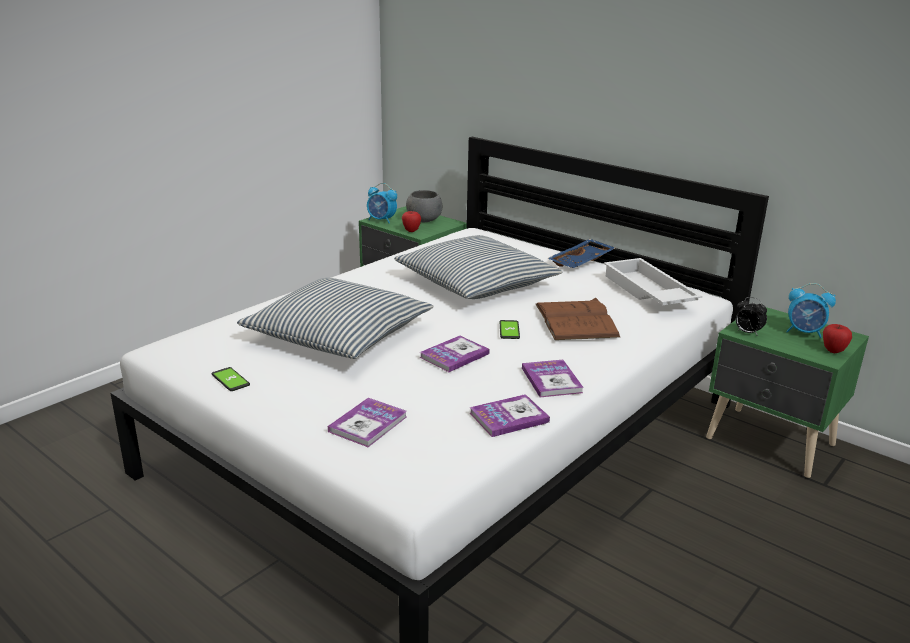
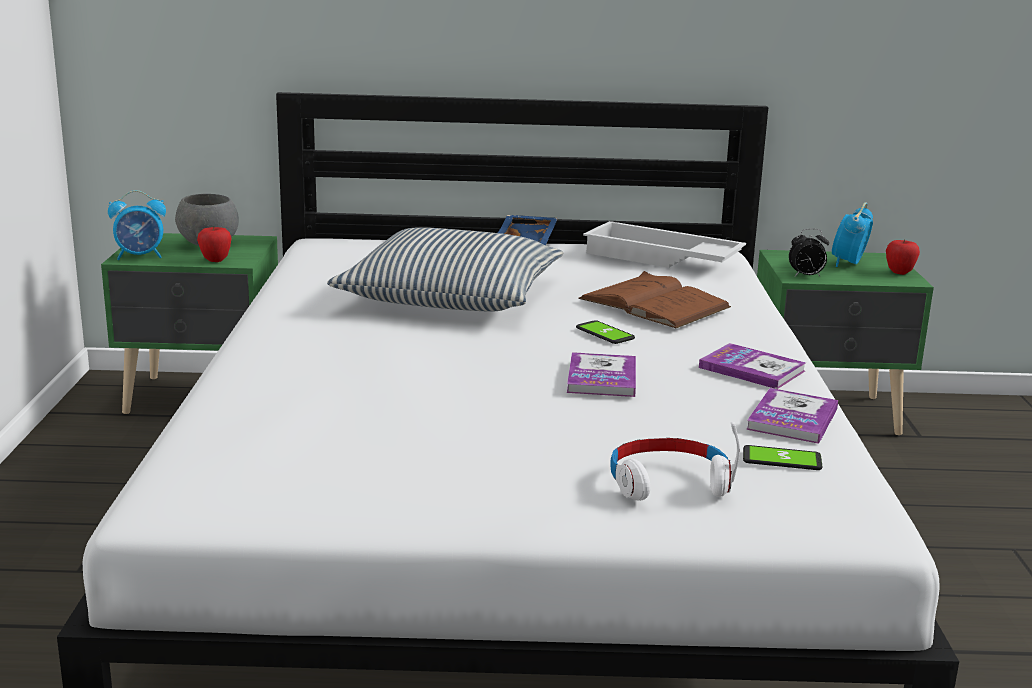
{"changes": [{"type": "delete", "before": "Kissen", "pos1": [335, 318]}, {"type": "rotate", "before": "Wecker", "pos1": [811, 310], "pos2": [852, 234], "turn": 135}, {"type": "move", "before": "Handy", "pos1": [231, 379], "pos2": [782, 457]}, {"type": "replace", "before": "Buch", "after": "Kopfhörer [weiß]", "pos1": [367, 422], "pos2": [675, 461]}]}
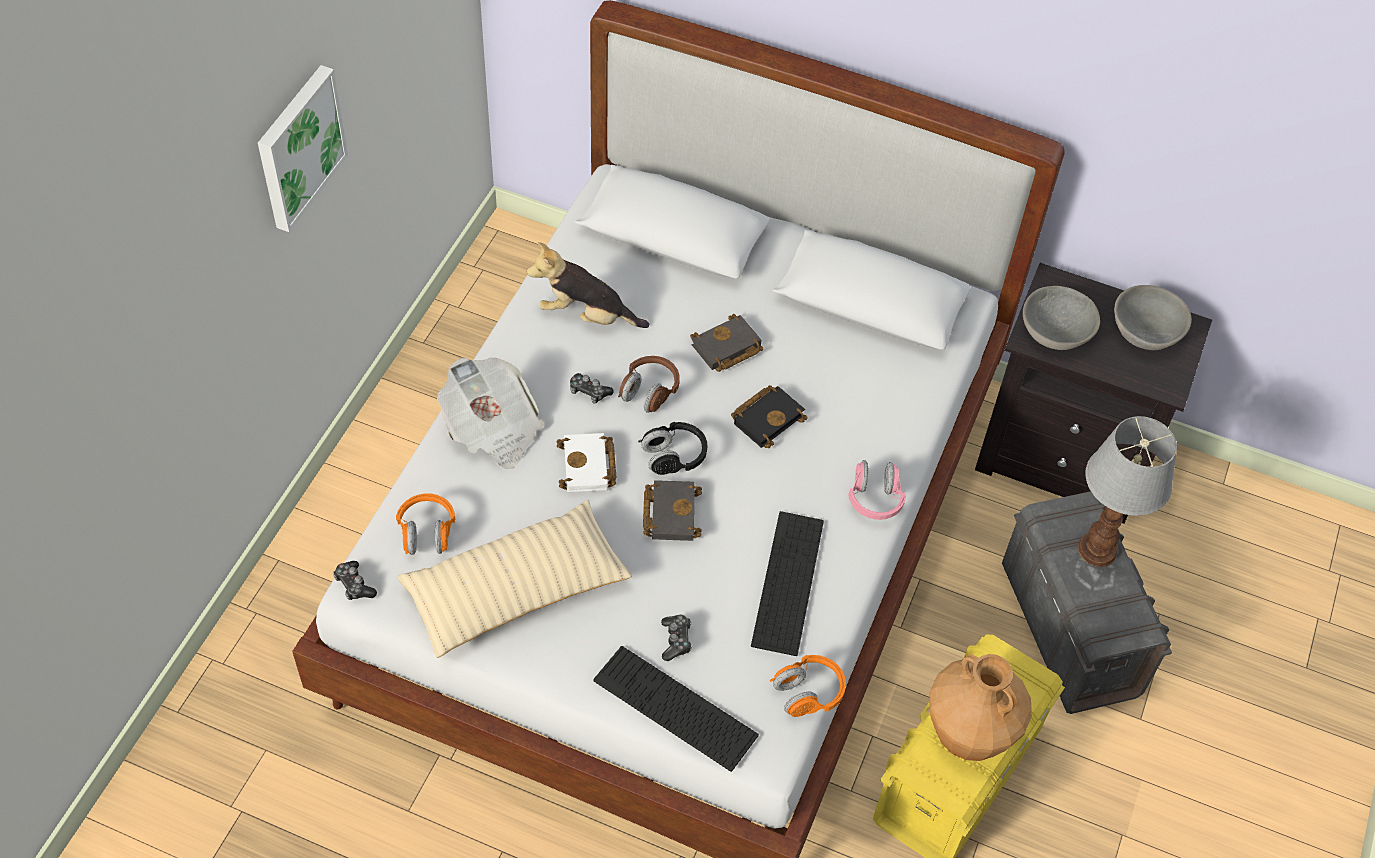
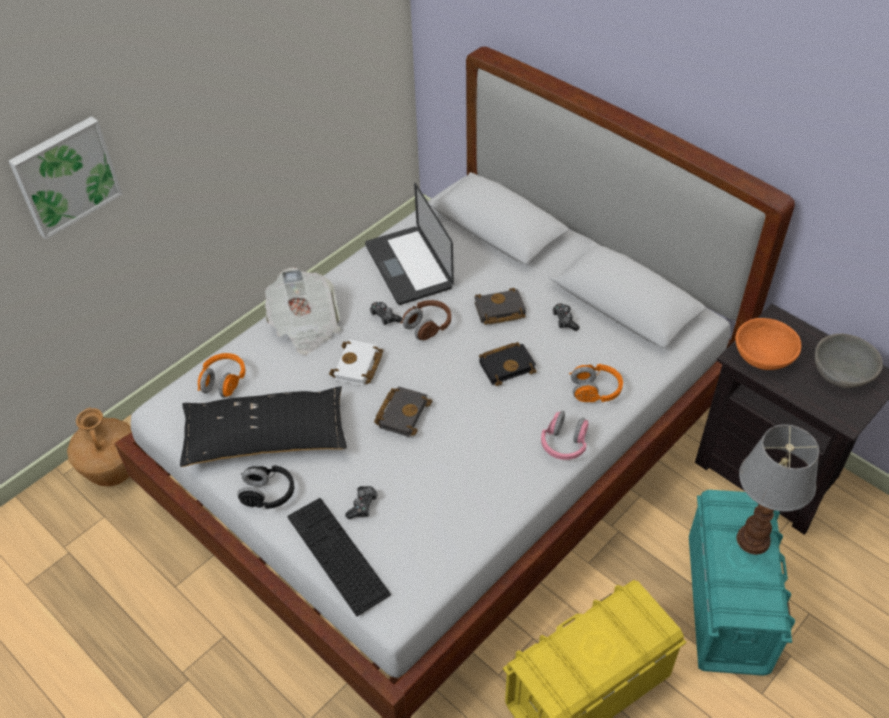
{"changes": [{"type": "move", "before": "Bild", "pos1": [303, 148], "pos2": [66, 177]}, {"type": "replace", "before": "Plüschtier", "after": "Laptop", "pos1": [588, 285], "pos2": [409, 244]}, {"type": "recolor", "before": "Schüssel [grau]", "after": "Schüssel [orange]", "pos1": [1061, 318], "pos2": [768, 344]}, {"type": "move", "before": "Kopfhörer [schwarz]", "pos1": [672, 448], "pos2": [265, 487]}, {"type": "recolor", "before": "Aufbewahrungsbox [grau]", "after": "Aufbewahrungsbox [türkis]", "pos1": [1087, 602], "pos2": [742, 583]}, {"type": "recolor", "before": "Kissen [beige]", "after": "Kissen [schwarz]", "pos1": [514, 579], "pos2": [263, 426]}, {"type": "delete", "before": "Tastatur", "pos1": [787, 583]}, {"type": "move", "before": "Gamepad", "pos1": [355, 580], "pos2": [565, 317]}, {"type": "move", "before": "Vase [braun]", "pos1": [980, 707], "pos2": [99, 447]}, {"type": "move", "before": "Kopfhörer [orange]", "pos1": [808, 686], "pos2": [596, 383]}]}
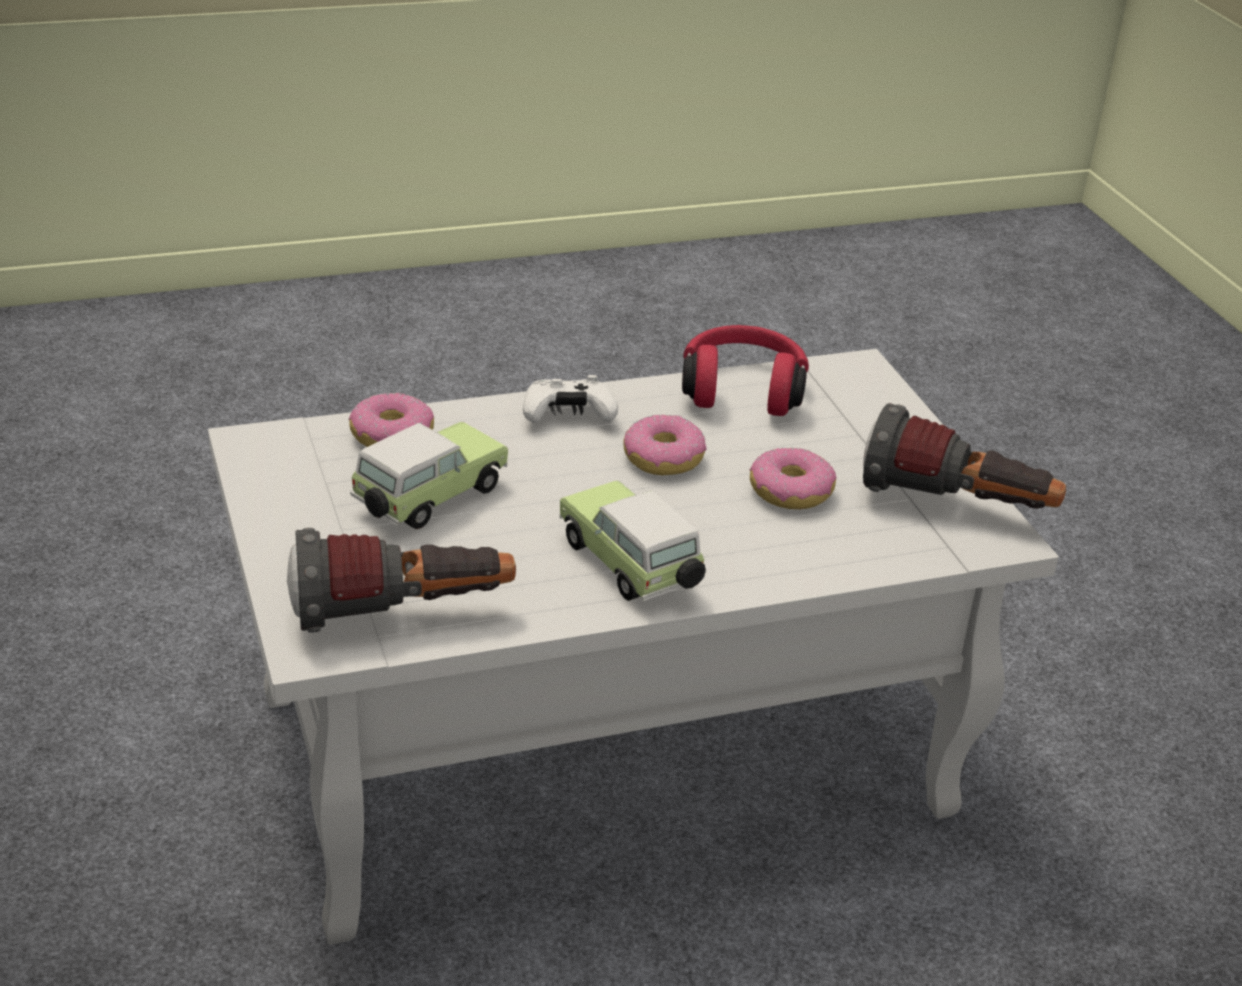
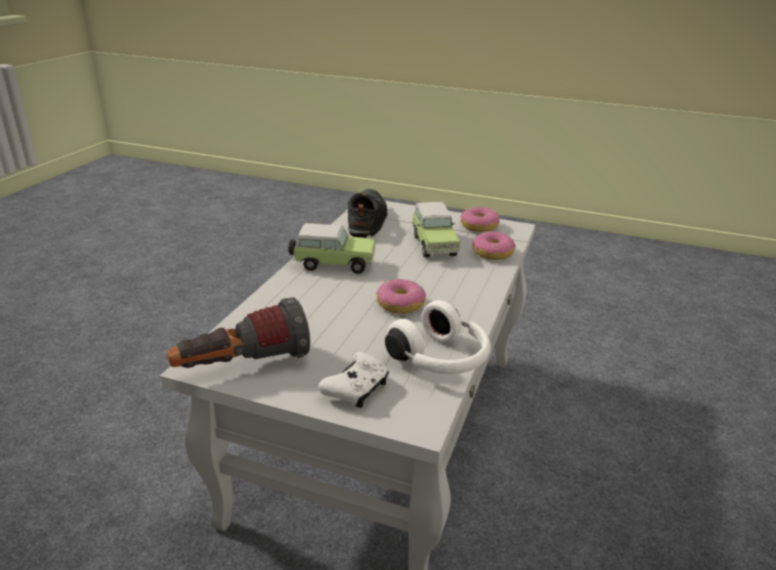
{"changes": [{"type": "recolor", "before": "Kopfhörer [rot]", "after": "Kopfhörer [weiß]", "pos1": [745, 370], "pos2": [438, 337]}, {"type": "move", "before": "Gamepad [weiß]", "pos1": [570, 399], "pos2": [353, 379]}, {"type": "move", "before": "Donut", "pos1": [793, 478], "pos2": [480, 219]}, {"type": "replace", "before": "Taschenlampe", "after": "Schuh [schwarz]", "pos1": [401, 580], "pos2": [367, 213]}]}
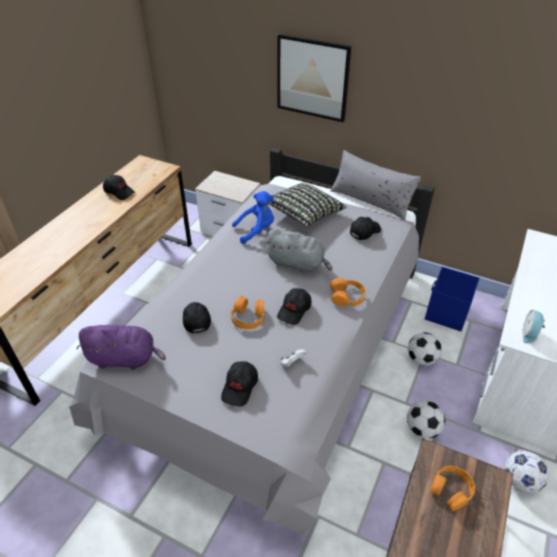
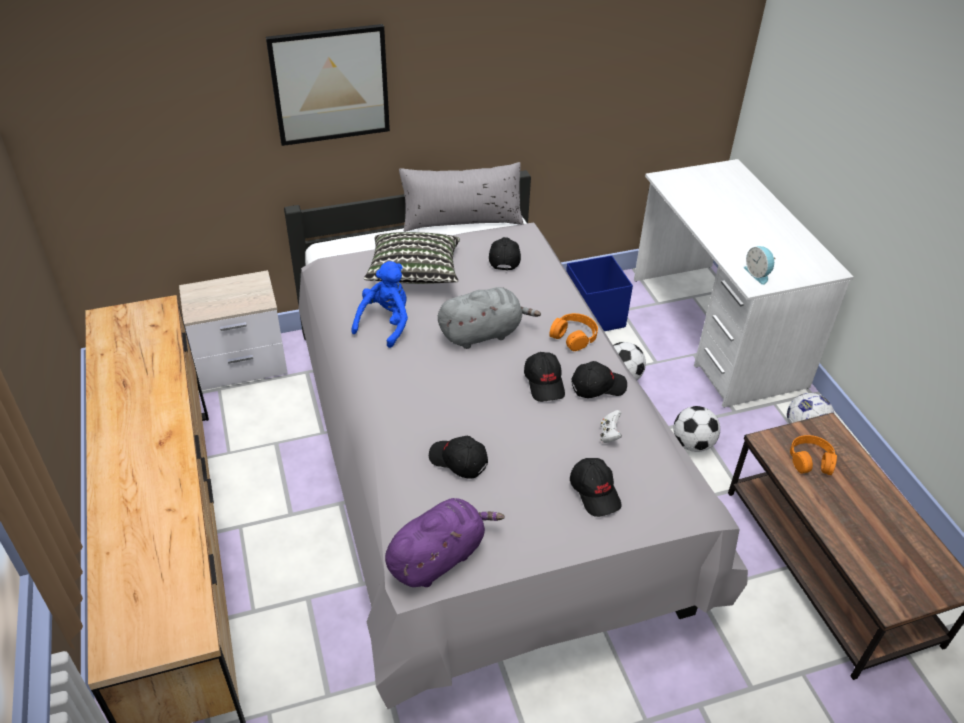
{"changes": [{"type": "move", "before": "Kappe [schwarz]", "pos1": [119, 187], "pos2": [599, 379]}, {"type": "delete", "before": "Kopfhörer [orange]", "pos1": [247, 312]}]}
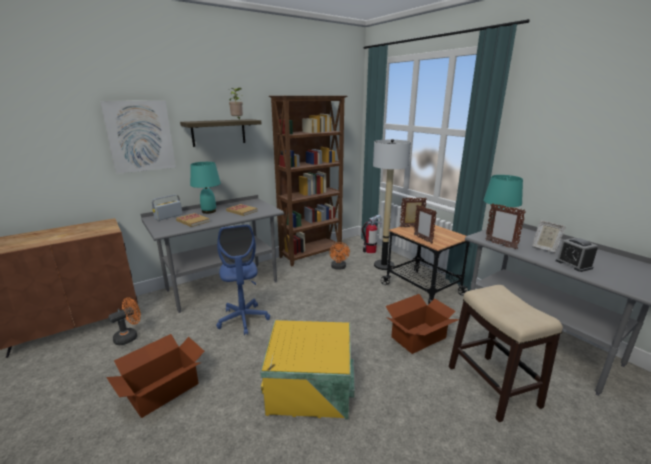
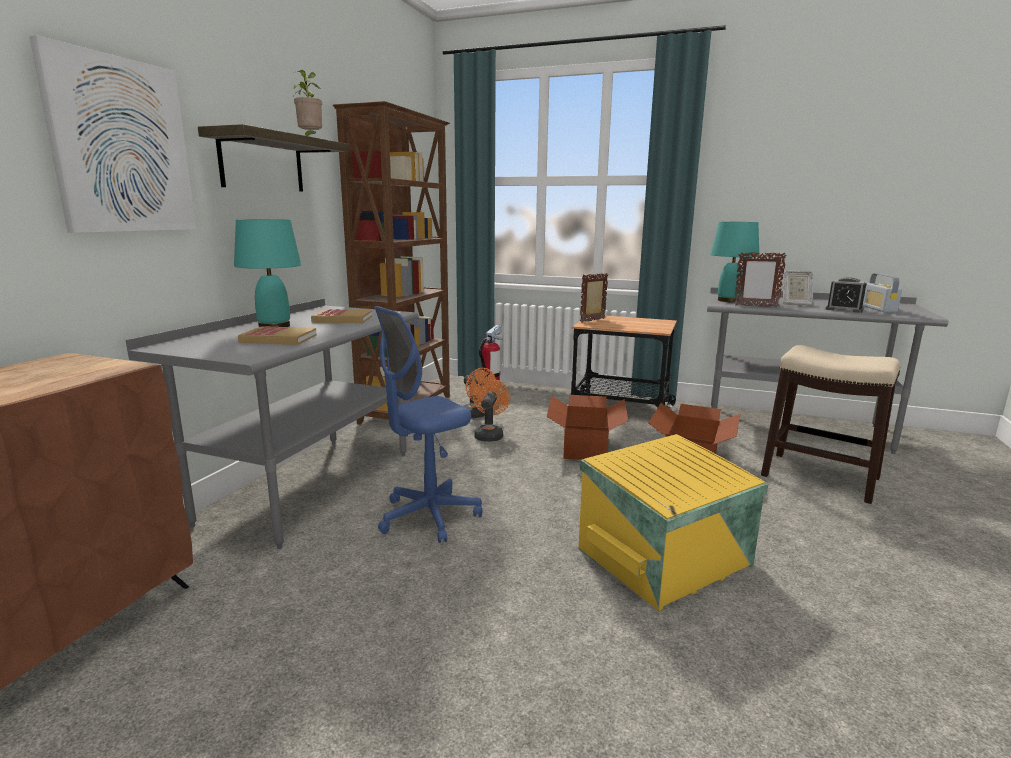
{"changes": [{"type": "delete", "before": "Stehlampe", "pos1": [392, 204]}, {"type": "move", "before": "Radio", "pos1": [167, 208], "pos2": [882, 293]}, {"type": "delete", "before": "Bilderrahmen", "pos1": [425, 224]}, {"type": "rotate", "before": "Bürostuhl [blau]", "pos1": [243, 279], "pos2": [428, 424], "turn": 105}, {"type": "move", "before": "Ventilator [orange]", "pos1": [125, 321], "pos2": [491, 410]}, {"type": "move", "before": "Karton", "pos1": [155, 376], "pos2": [587, 427]}]}
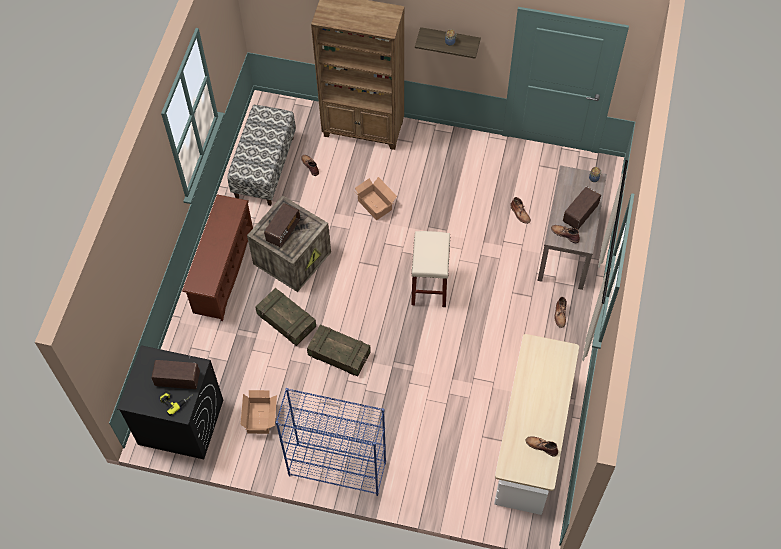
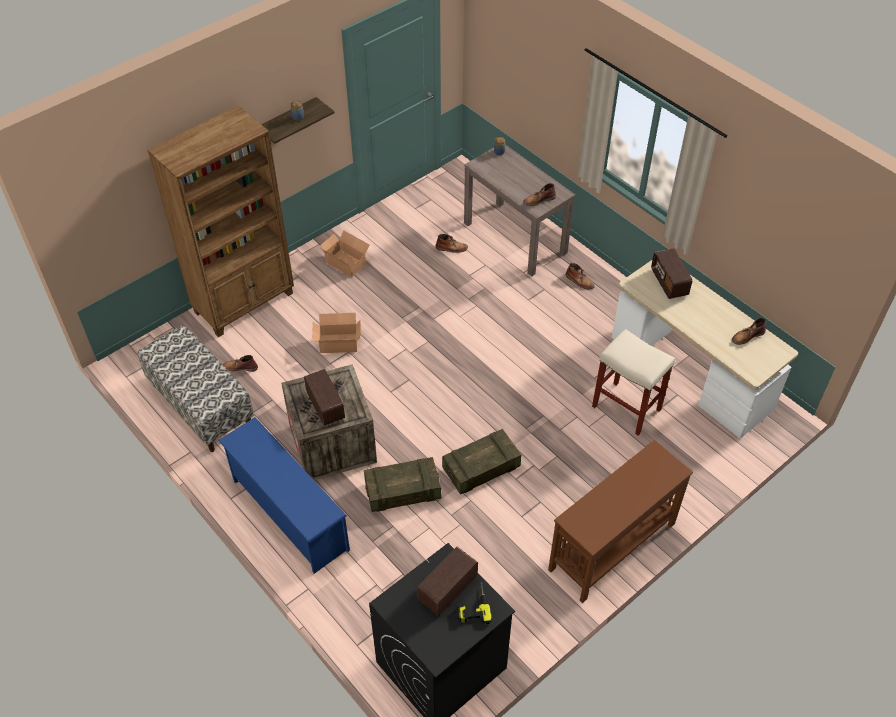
{"changes": [{"type": "move", "before": "Radio", "pos1": [582, 208], "pos2": [671, 273]}, {"type": "recolor", "before": "Schuhregal [braun]", "after": "Schuhregal [blau]", "pos1": [217, 257], "pos2": [284, 495]}, {"type": "move", "before": "Hocker [beige]", "pos1": [430, 269], "pos2": [633, 382]}, {"type": "replace", "before": "Bücherregal [blau]", "after": "Konsolentisch [braun]", "pos1": [330, 442], "pos2": [620, 521]}, {"type": "move", "before": "Karton", "pos1": [258, 412], "pos2": [345, 254]}]}
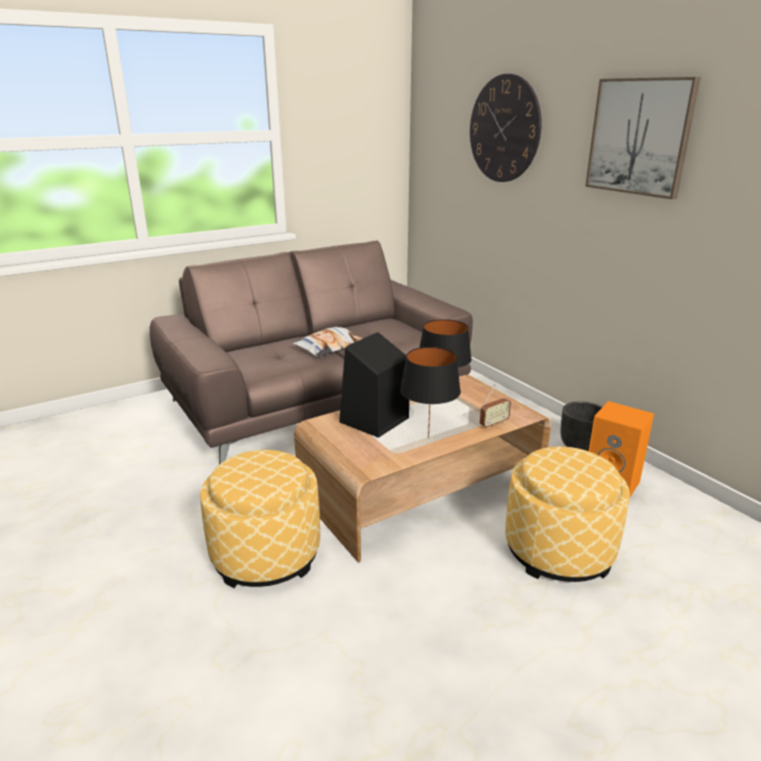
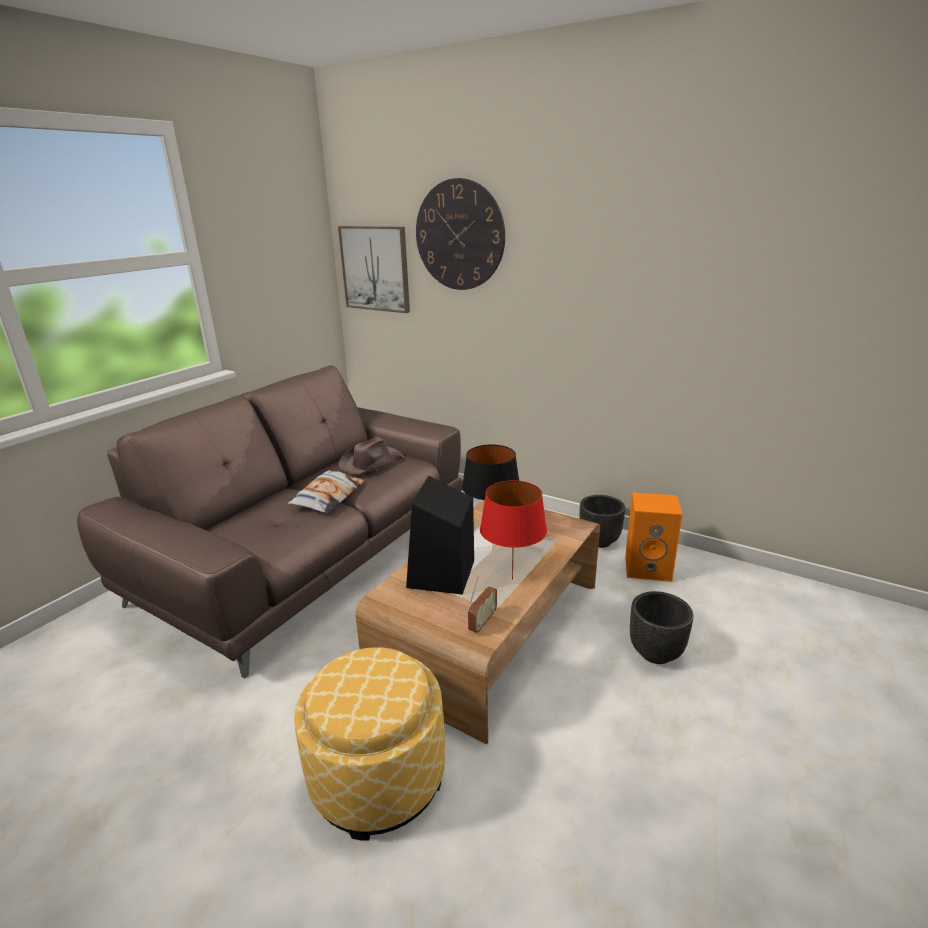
{"changes": [{"type": "move", "before": "Bild", "pos1": [643, 138], "pos2": [374, 269]}, {"type": "recolor", "before": "Tischlampe [schwarz]", "after": "Tischlampe [rot]", "pos1": [430, 392], "pos2": [513, 530]}, {"type": "move", "before": "Radio", "pos1": [495, 406], "pos2": [482, 604]}, {"type": "replace", "before": "Polsterhocker", "after": "Pflanzkübel [schwarz]", "pos1": [567, 514], "pos2": [661, 627]}, {"type": "insert", "after": "Hut [braun]", "pos2": [371, 455]}]}
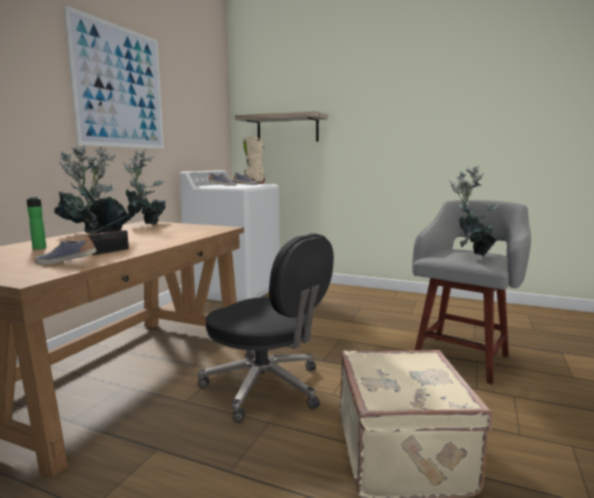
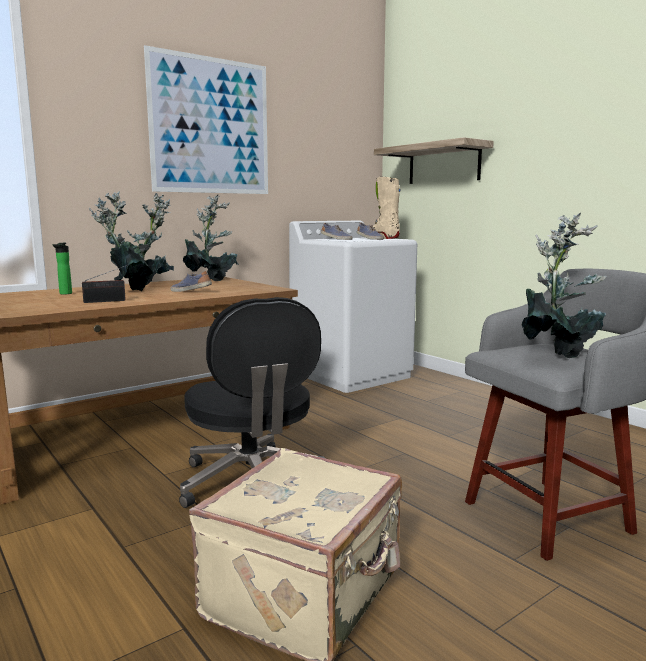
{"changes": [{"type": "move", "before": "Schuh", "pos1": [65, 251], "pos2": [191, 281]}]}
